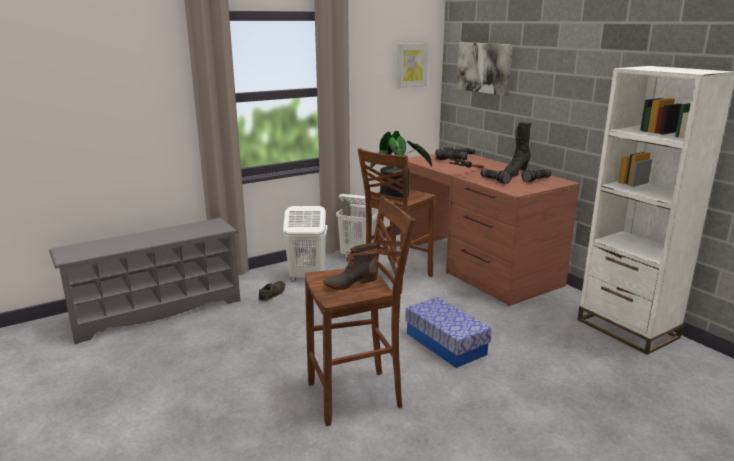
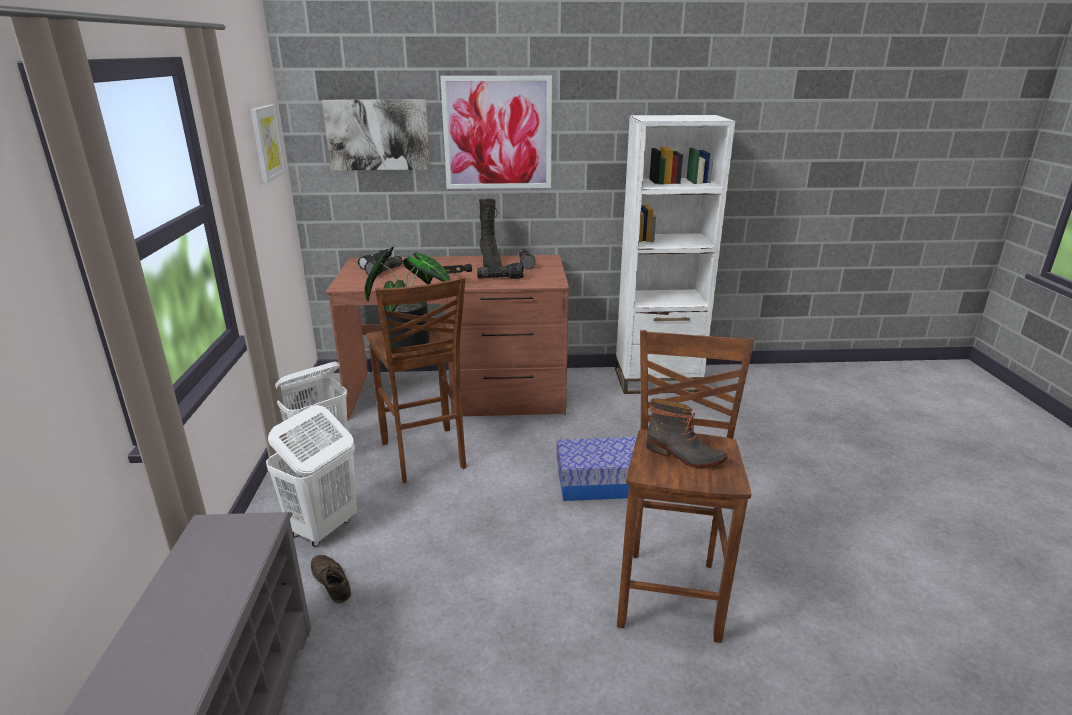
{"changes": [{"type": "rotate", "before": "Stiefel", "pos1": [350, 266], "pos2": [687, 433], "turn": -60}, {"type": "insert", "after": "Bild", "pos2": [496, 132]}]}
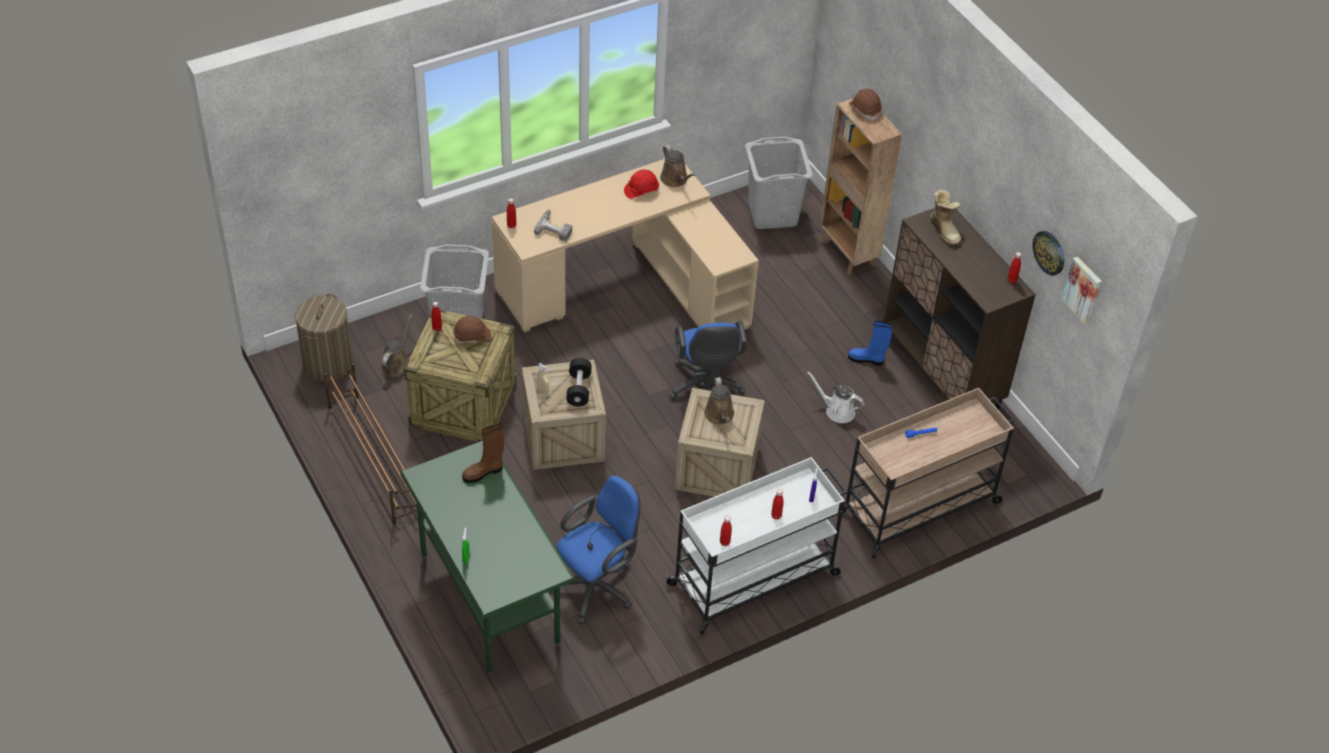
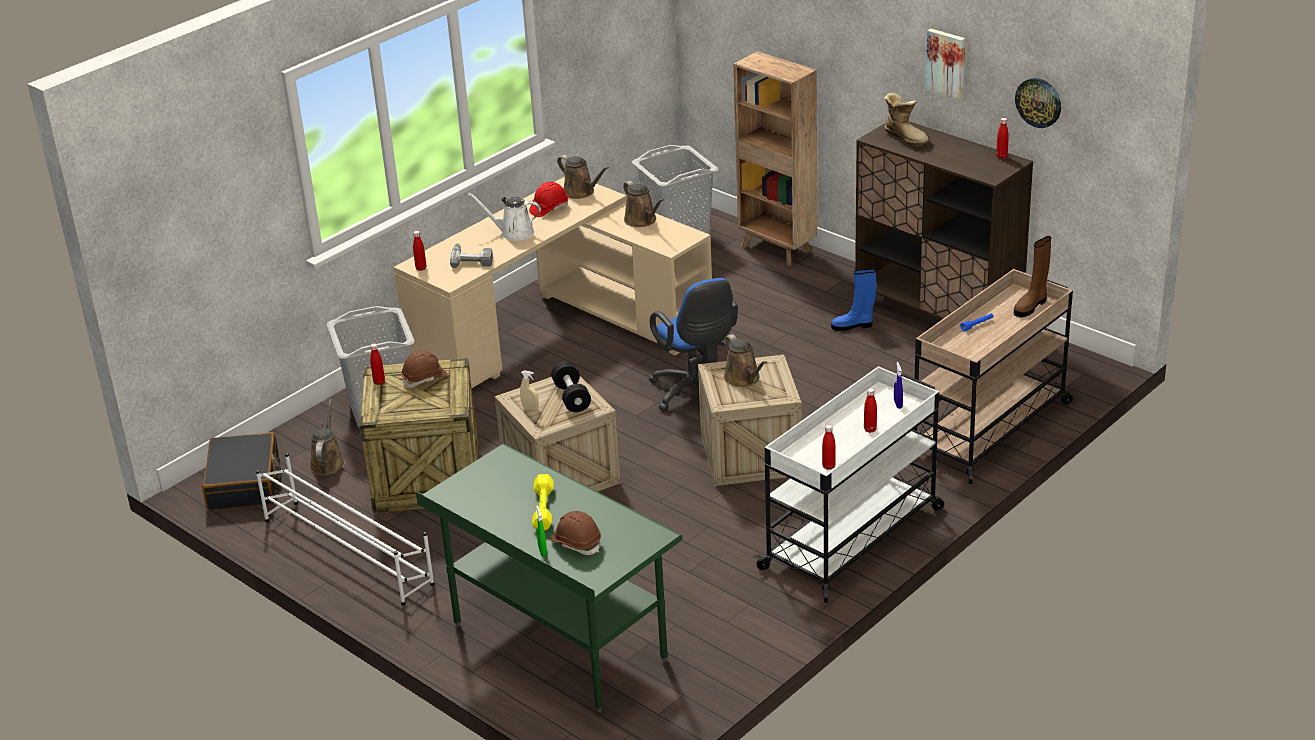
{"changes": [{"type": "move", "before": "Schutzhelm [braun]", "pos1": [865, 104], "pos2": [575, 533]}, {"type": "move", "before": "Bild", "pos1": [1081, 290], "pos2": [945, 64]}, {"type": "replace", "before": "Wäschekorb", "after": "Koffer [schwarz]", "pos1": [324, 337], "pos2": [241, 471]}, {"type": "recolor", "before": "Schuhregal [braun]", "after": "Schuhregal [weiß]", "pos1": [370, 443], "pos2": [345, 529]}, {"type": "move", "before": "Gießkanne [weiß]", "pos1": [835, 397], "pos2": [504, 217]}, {"type": "move", "before": "Stiefel [braun]", "pos1": [483, 453], "pos2": [1032, 276]}, {"type": "delete", "before": "Bürostuhl [blau]", "pos1": [594, 549]}, {"type": "insert", "after": "Gießkanne [braun]", "pos2": [643, 204]}, {"type": "insert", "after": "Hantel [gelb]", "pos2": [543, 502]}]}
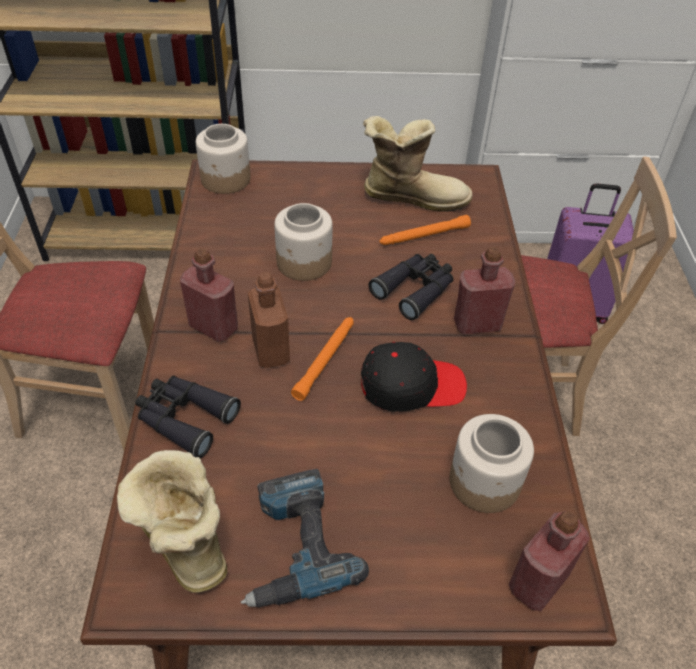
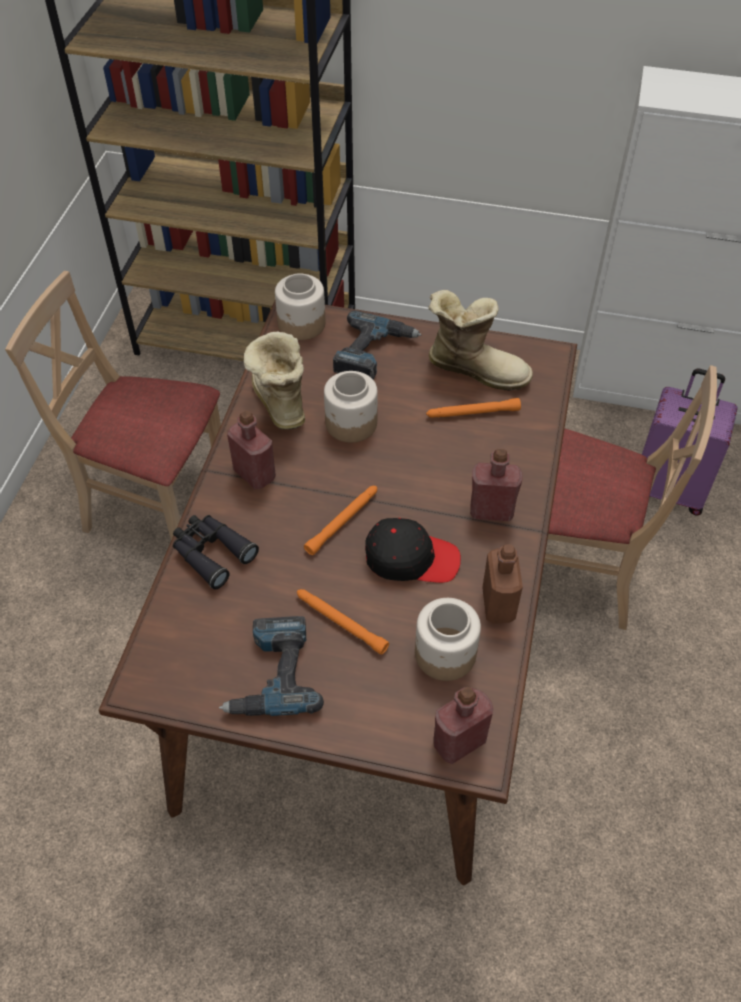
{"changes": [{"type": "delete", "before": "Fernglas [schwarz]", "pos1": [410, 287]}, {"type": "move", "before": "Flasche [braun]", "pos1": [269, 320], "pos2": [502, 584]}, {"type": "move", "before": "Stiefel", "pos1": [172, 521], "pos2": [274, 380]}, {"type": "insert", "after": "Bohrmaschine", "pos2": [377, 345]}, {"type": "insert", "after": "Taschenlampe [orange]", "pos2": [343, 622]}]}
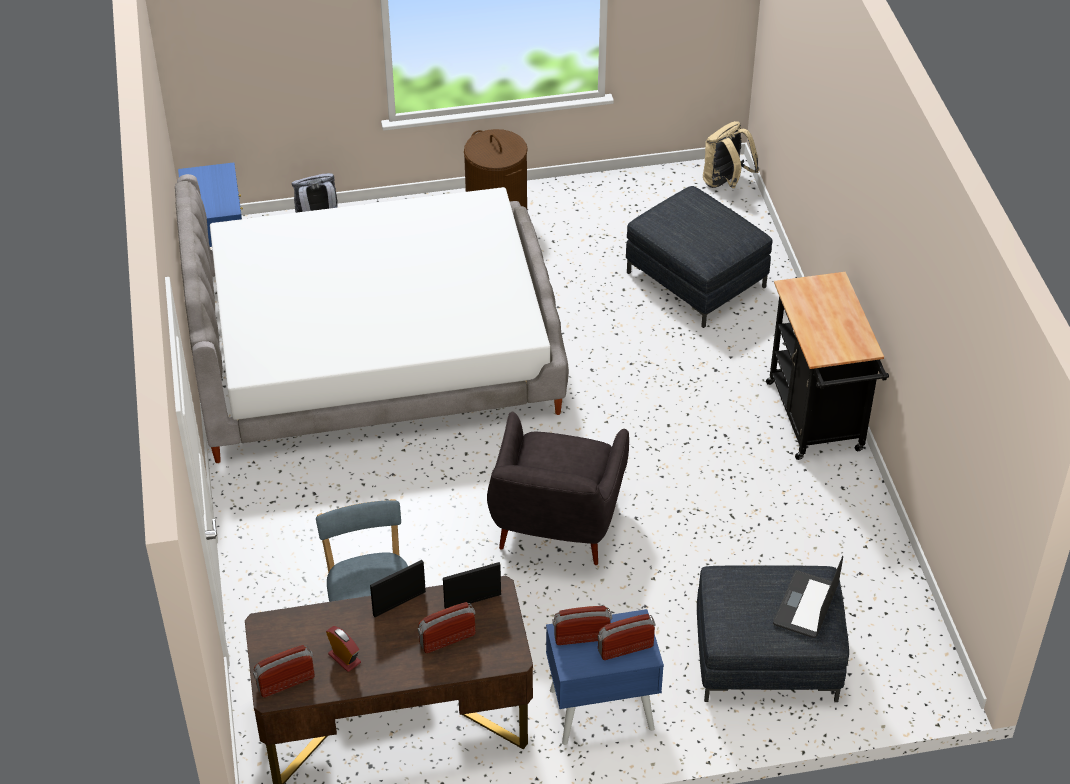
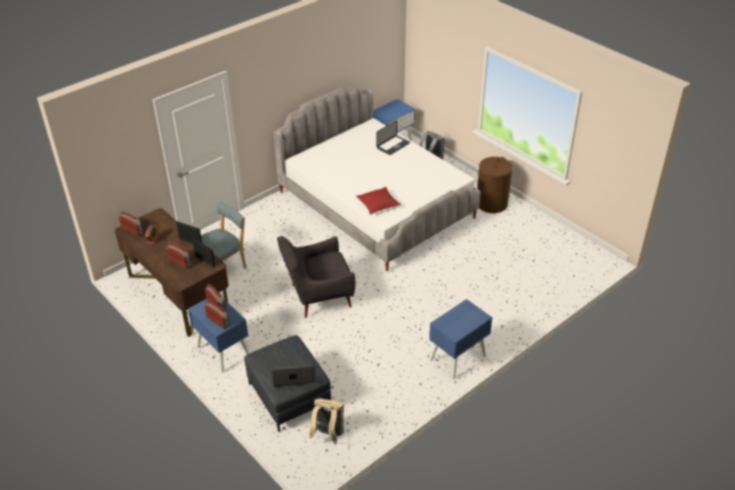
{"changes": [{"type": "move", "before": "Rucksack [beige]", "pos1": [731, 154], "pos2": [326, 421]}, {"type": "delete", "before": "Polsterhocker [grau]", "pos1": [699, 257]}, {"type": "replace", "before": "Rollwagen [schwarz]", "after": "Nachttisch [blau]", "pos1": [827, 366], "pos2": [460, 339]}, {"type": "insert", "after": "Laptop", "pos2": [393, 137]}, {"type": "insert", "after": "Kissen [rot]", "pos2": [378, 201]}]}
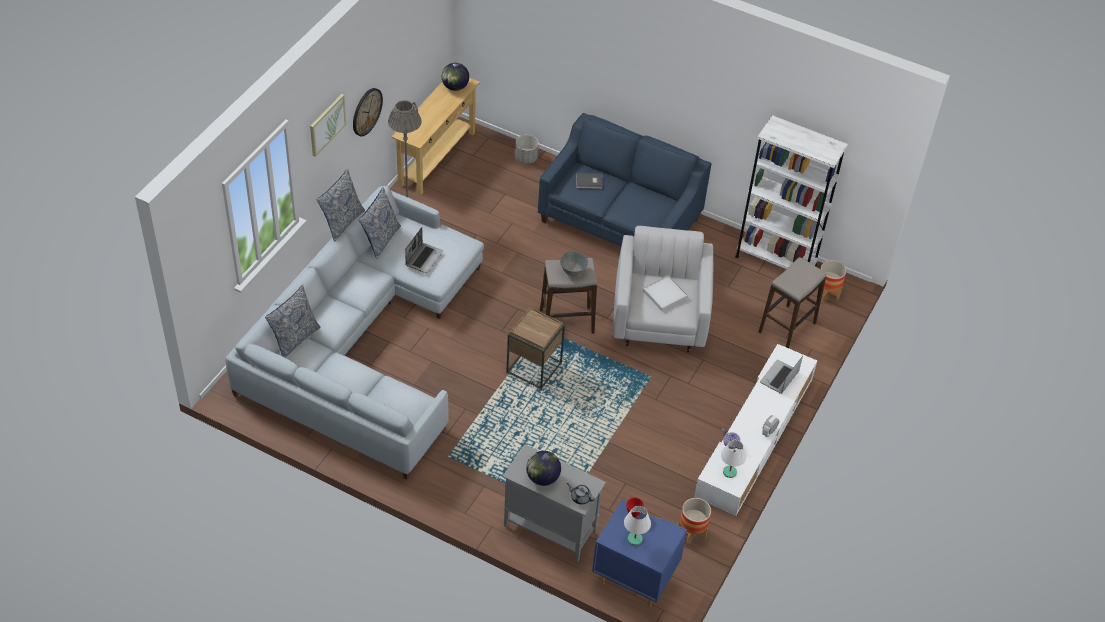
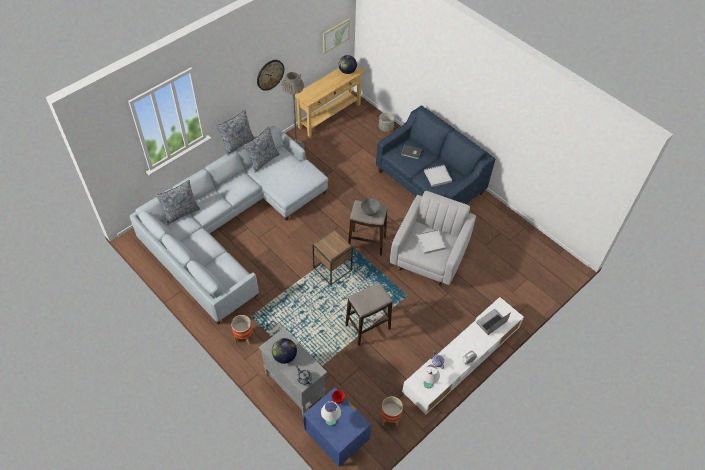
{"changes": [{"type": "move", "before": "Bild", "pos1": [328, 125], "pos2": [336, 36]}, {"type": "delete", "before": "Bücherregal [weiß]", "pos1": [791, 192]}, {"type": "delete", "before": "Laptop", "pos1": [424, 250]}, {"type": "move", "before": "Hocker", "pos1": [793, 302], "pos2": [368, 314]}, {"type": "move", "before": "Pflanzkübel", "pos1": [831, 281], "pos2": [242, 329]}, {"type": "insert", "after": "Tablett [weiß]", "pos2": [438, 176]}]}
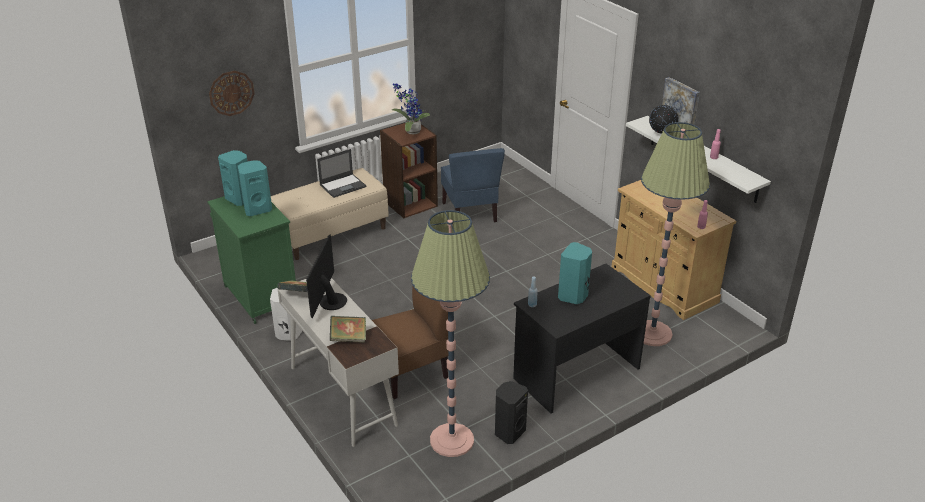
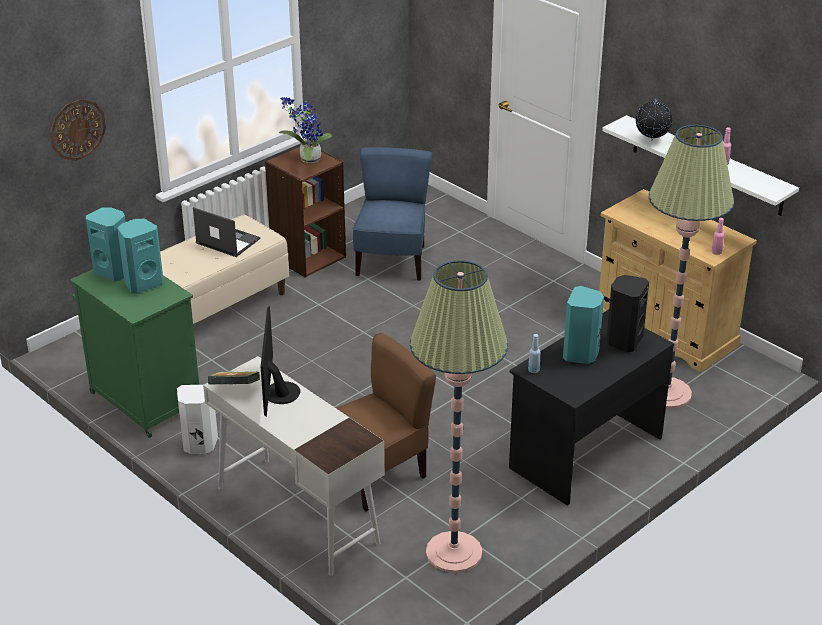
{"changes": [{"type": "delete", "before": "Bild", "pos1": [681, 101]}, {"type": "rotate", "before": "Stuhl [blau]", "pos1": [473, 185], "pos2": [392, 214], "turn": -150}, {"type": "rotate", "before": "Laptop", "pos1": [341, 173], "pos2": [226, 232], "turn": -105}, {"type": "delete", "before": "Buch", "pos1": [348, 329]}, {"type": "move", "before": "Lautsprecher [schwarz]", "pos1": [511, 412], "pos2": [627, 313]}]}
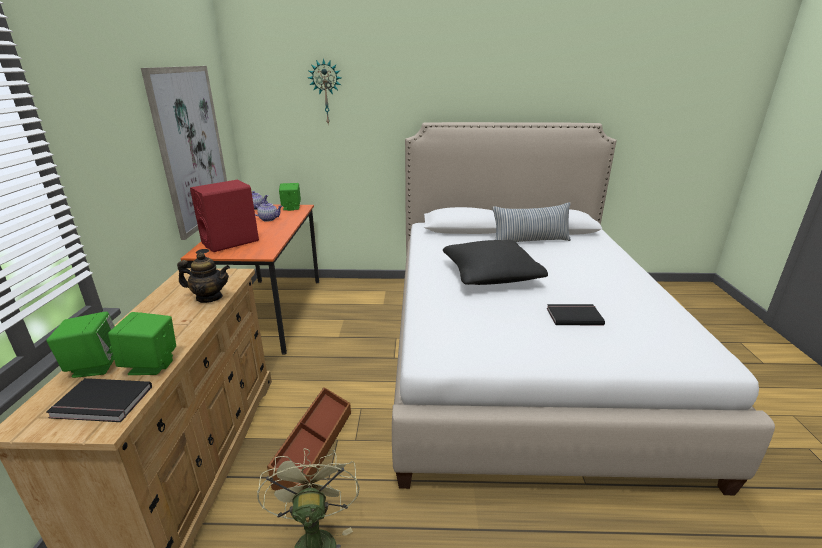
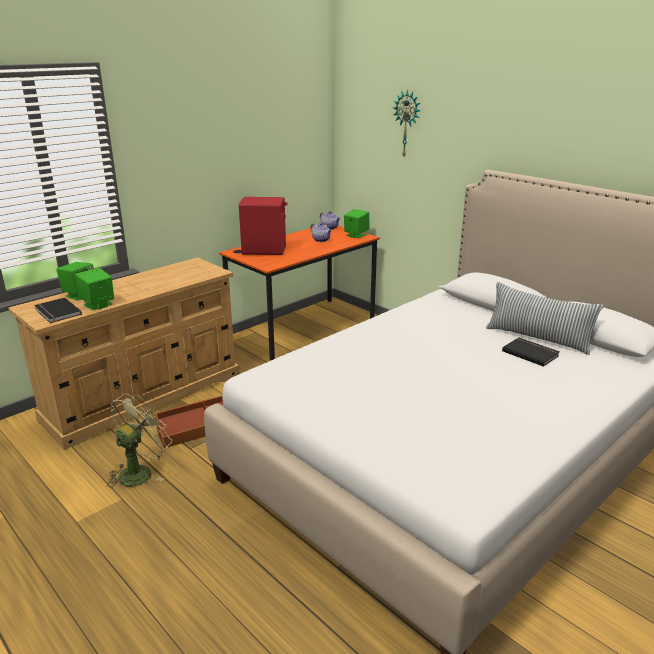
{"changes": [{"type": "delete", "before": "Bild", "pos1": [184, 153]}, {"type": "delete", "before": "Kissen [schwarz]", "pos1": [495, 262]}, {"type": "delete", "before": "Teekanne", "pos1": [203, 277]}, {"type": "move", "before": "Buch [schwarz]", "pos1": [576, 314], "pos2": [530, 352]}]}
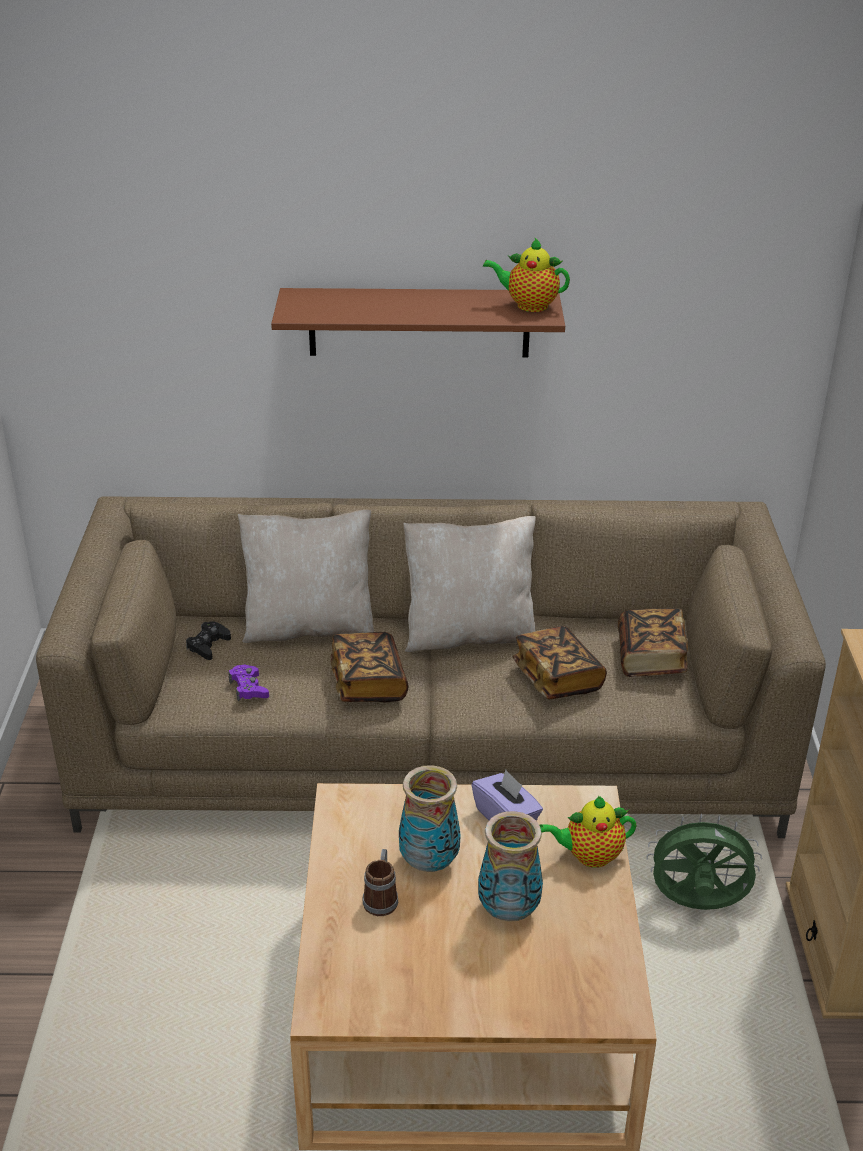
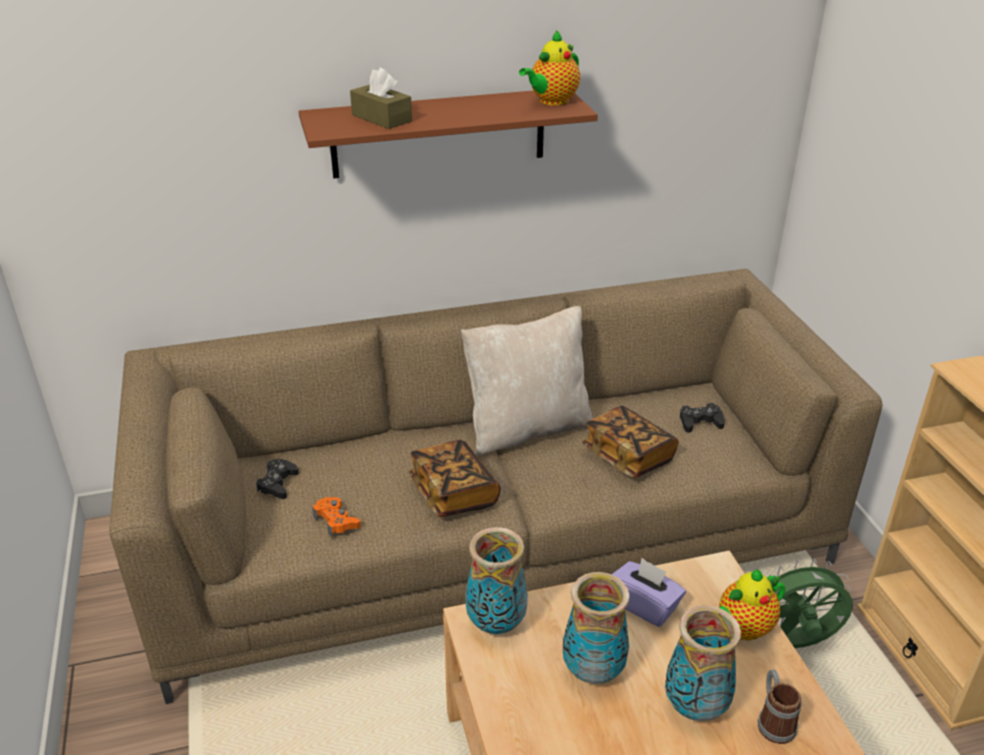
{"changes": [{"type": "rotate", "before": "Teekanne", "pos1": [526, 274], "pos2": [549, 68], "turn": -45}, {"type": "delete", "before": "Kissen [beige]", "pos1": [306, 576]}, {"type": "replace", "before": "Buch", "after": "Gamepad [schwarz]", "pos1": [653, 642], "pos2": [702, 418]}, {"type": "recolor", "before": "Gamepad [lila]", "after": "Gamepad [orange]", "pos1": [248, 683], "pos2": [336, 517]}, {"type": "move", "before": "Henkelbecher", "pos1": [380, 882], "pos2": [779, 707]}, {"type": "insert", "after": "Taschentuchbox [braun]", "pos2": [381, 98]}, {"type": "insert", "after": "Vase", "pos2": [496, 580]}]}
